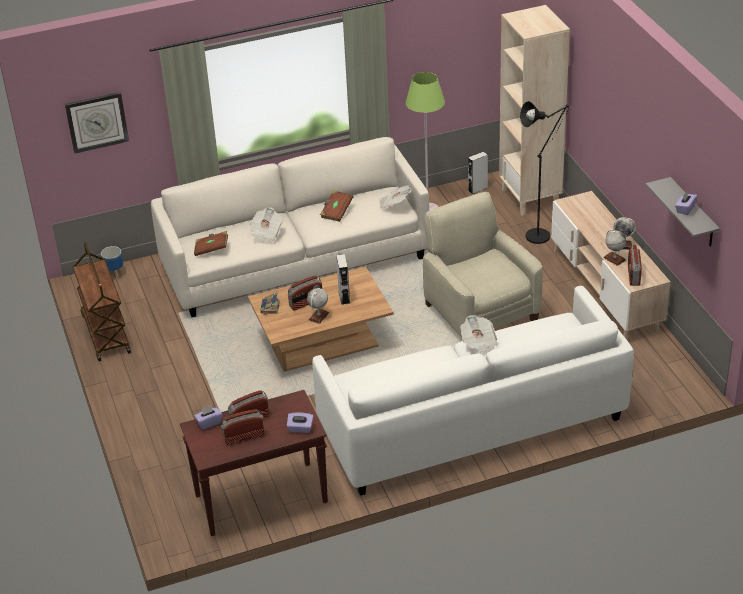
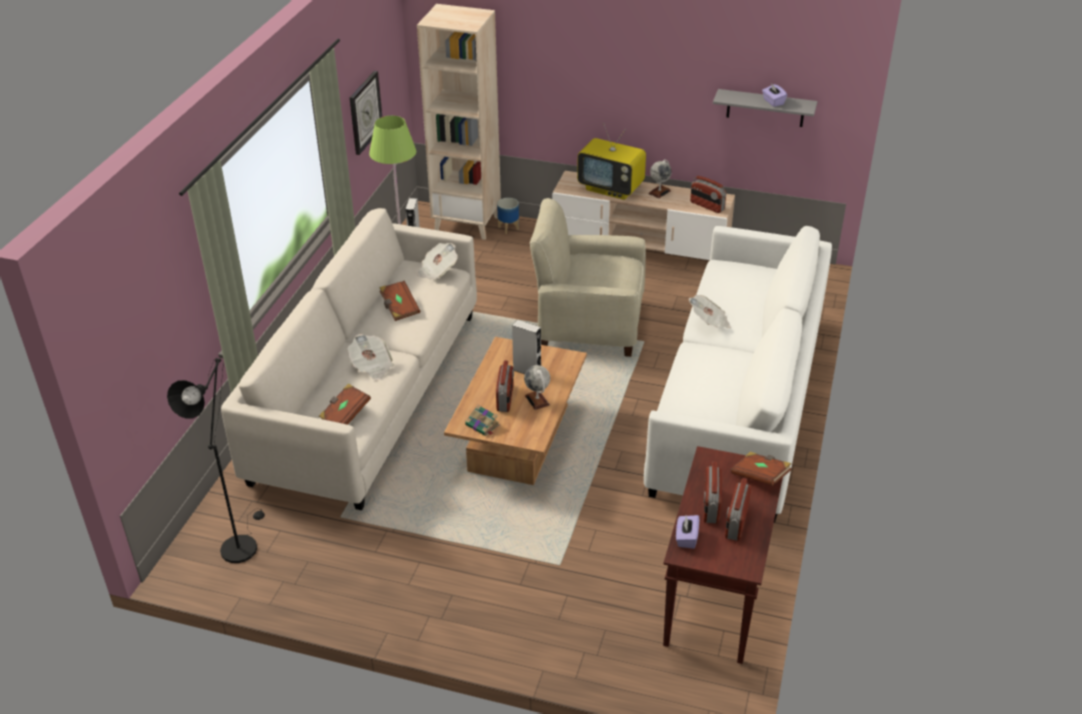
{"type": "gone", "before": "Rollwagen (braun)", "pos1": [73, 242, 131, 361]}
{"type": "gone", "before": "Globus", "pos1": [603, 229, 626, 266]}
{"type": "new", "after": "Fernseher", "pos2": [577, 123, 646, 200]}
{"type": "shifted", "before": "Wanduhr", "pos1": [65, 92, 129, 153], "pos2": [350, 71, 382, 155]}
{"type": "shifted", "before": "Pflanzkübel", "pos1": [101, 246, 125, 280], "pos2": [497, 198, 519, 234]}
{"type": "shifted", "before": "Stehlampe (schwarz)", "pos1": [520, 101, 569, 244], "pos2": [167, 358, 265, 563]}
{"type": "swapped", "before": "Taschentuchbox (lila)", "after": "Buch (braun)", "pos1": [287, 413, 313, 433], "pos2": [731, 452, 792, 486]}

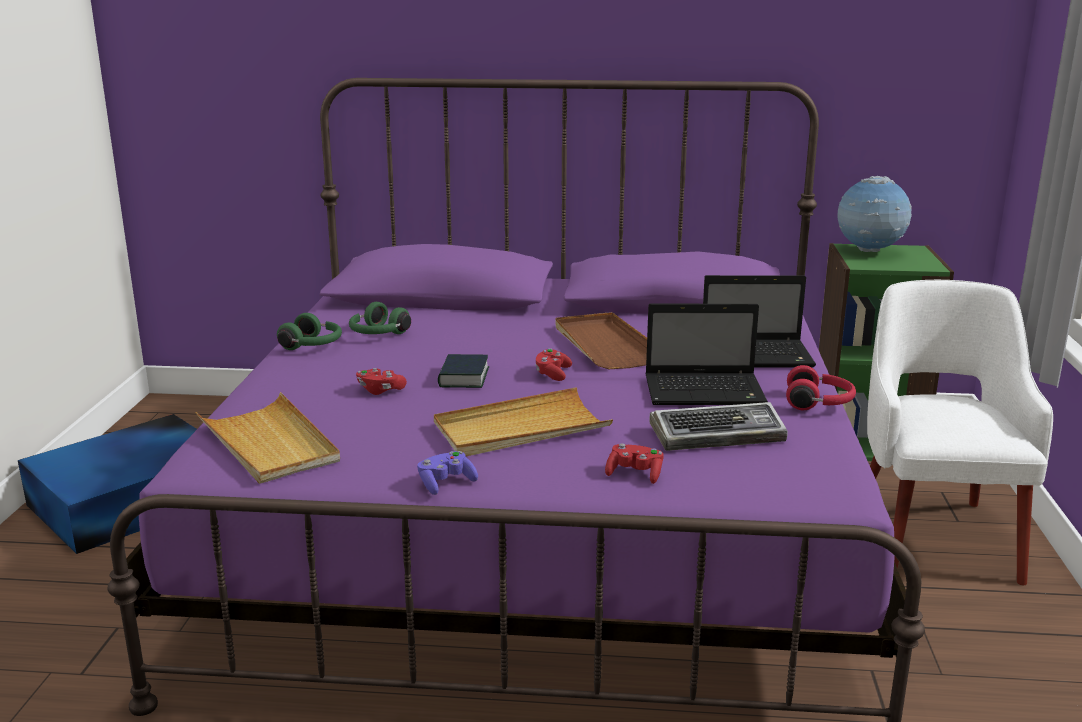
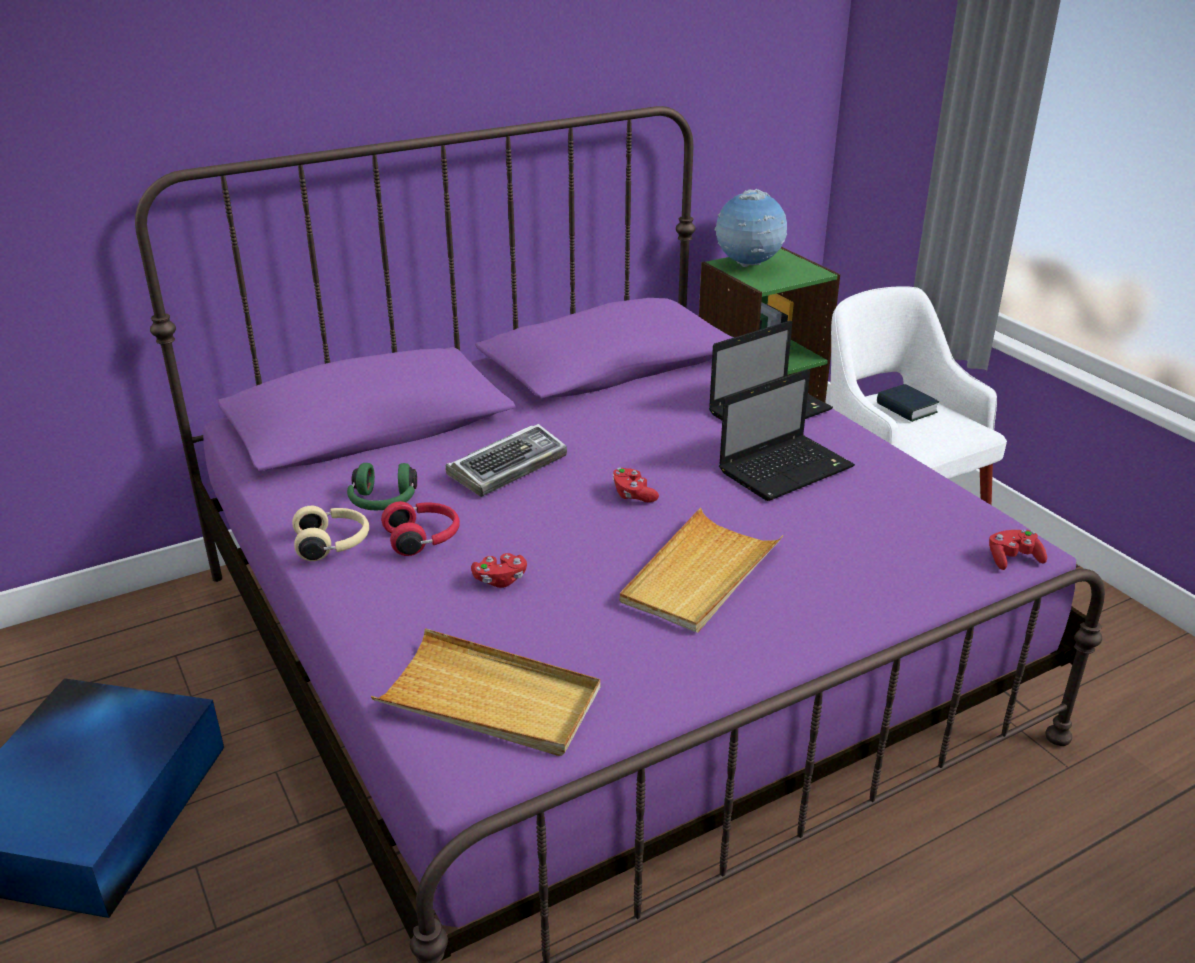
{"type": "gone", "before": "Gamepad (lila)", "pos1": [417, 451, 478, 495]}
{"type": "gone", "before": "Tablett (braun)", "pos1": [555, 312, 647, 369]}
{"type": "shifted", "before": "Buch", "pos1": [438, 354, 489, 388], "pos2": [877, 384, 939, 422]}
{"type": "shifted", "before": "Gamepad (rot)", "pos1": [605, 443, 663, 484], "pos2": [989, 530, 1047, 570]}
{"type": "shifted", "before": "Tastatur", "pos1": [649, 402, 788, 451], "pos2": [446, 424, 567, 497]}
{"type": "shifted", "before": "Kopfhörer (rot)", "pos1": [786, 365, 856, 410], "pos2": [381, 501, 460, 556]}
{"type": "repainted", "before": "Kopfhörer (grün)", "after": "Kopfhörer (beige)", "pos1": [277, 313, 342, 350], "pos2": [292, 506, 369, 561]}

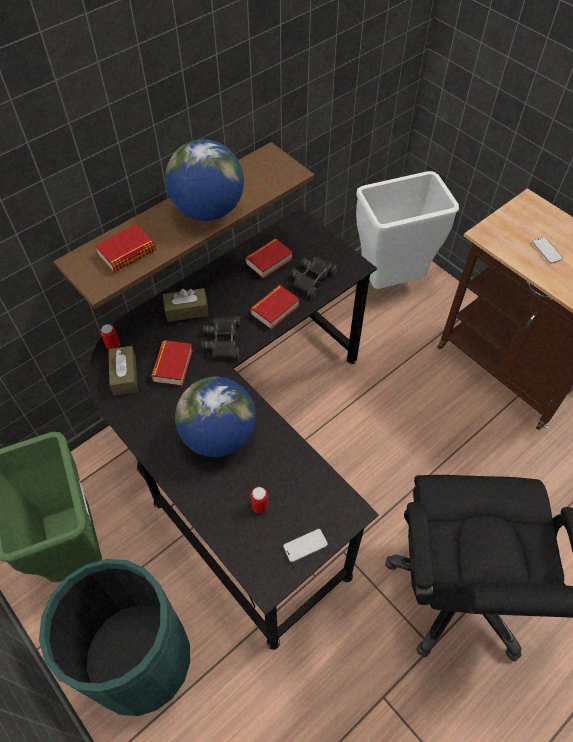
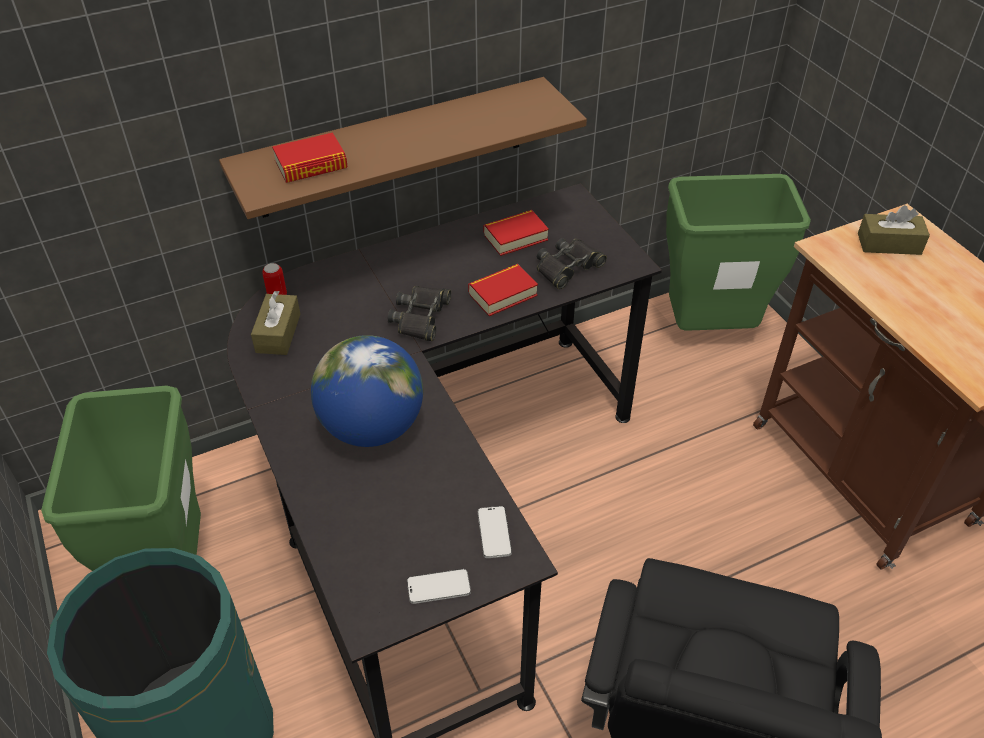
{"type": "gone", "before": "Buch", "pos1": [151, 340, 193, 386]}
{"type": "gone", "before": "Globus", "pos1": [165, 139, 244, 221]}
{"type": "gone", "before": "Dose", "pos1": [250, 487, 268, 513]}
{"type": "shifted", "before": "Taschentuchbox (braun)", "pos1": [163, 288, 209, 322], "pos2": [858, 205, 930, 255]}
{"type": "shifted", "before": "Handy", "pos1": [532, 237, 563, 264], "pos2": [478, 506, 512, 558]}
{"type": "repainted", "before": "Mülleimer (weiß)", "after": "Mülleimer (grün)", "pos1": [356, 171, 459, 289], "pos2": [666, 174, 811, 331]}

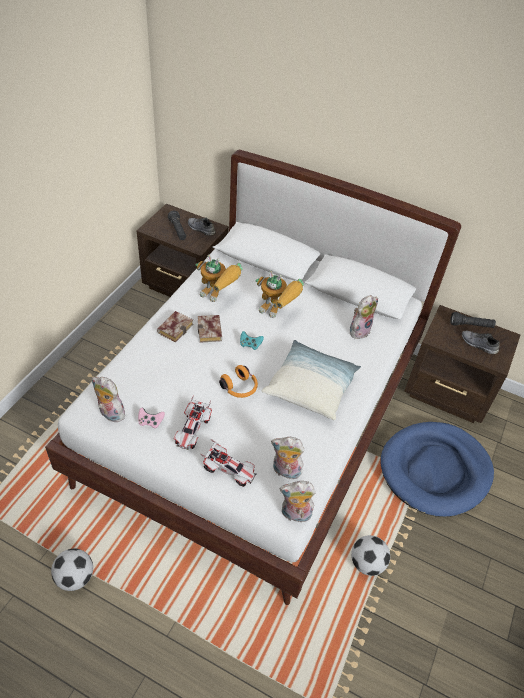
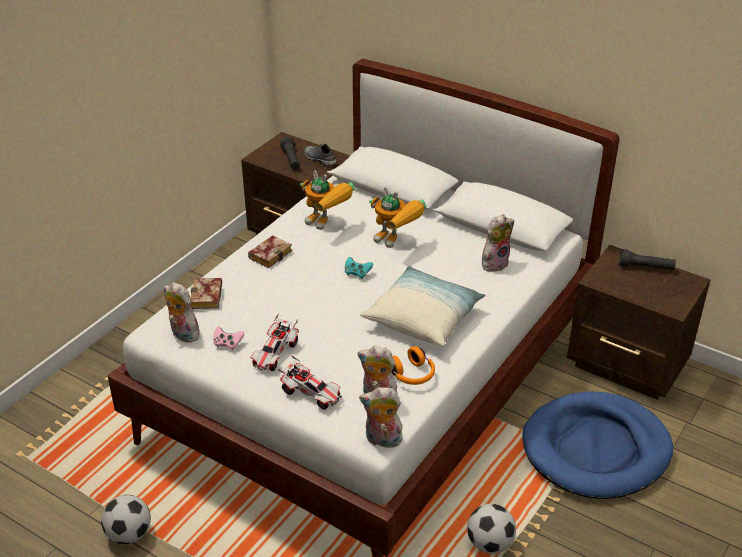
{"type": "gone", "before": "Schuh (grau)", "pos1": [462, 331, 500, 354]}
{"type": "shifted", "before": "Buch", "pos1": [198, 315, 222, 343], "pos2": [191, 278, 222, 309]}
{"type": "shifted", "before": "Kopfhörer (orange)", "pos1": [219, 365, 258, 398], "pos2": [392, 346, 435, 385]}

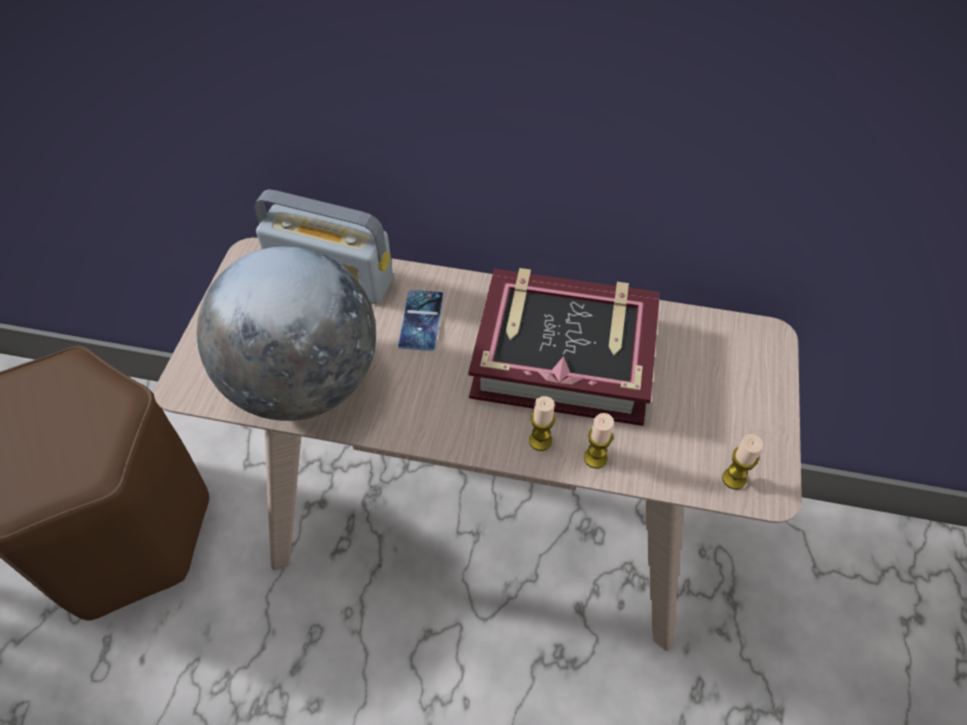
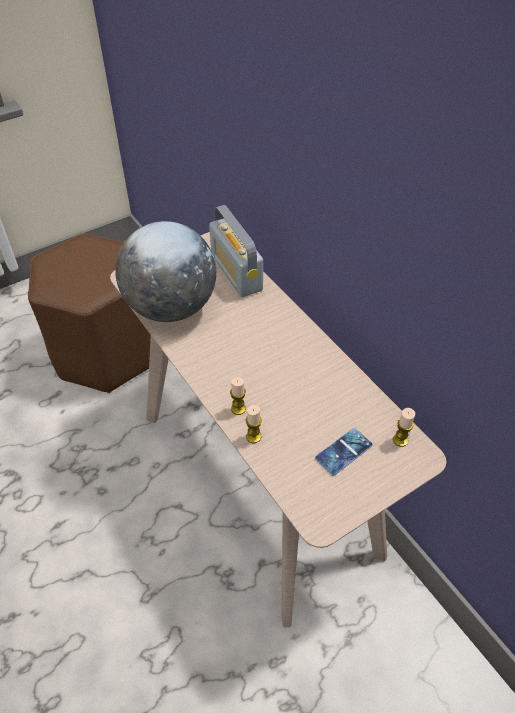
{"type": "gone", "before": "Buch", "pos1": [468, 268, 660, 426]}
{"type": "shifted", "before": "Handy", "pos1": [398, 290, 443, 351], "pos2": [315, 428, 373, 476]}
{"type": "shifted", "before": "Kerze", "pos1": [722, 434, 763, 490], "pos2": [393, 408, 415, 447]}

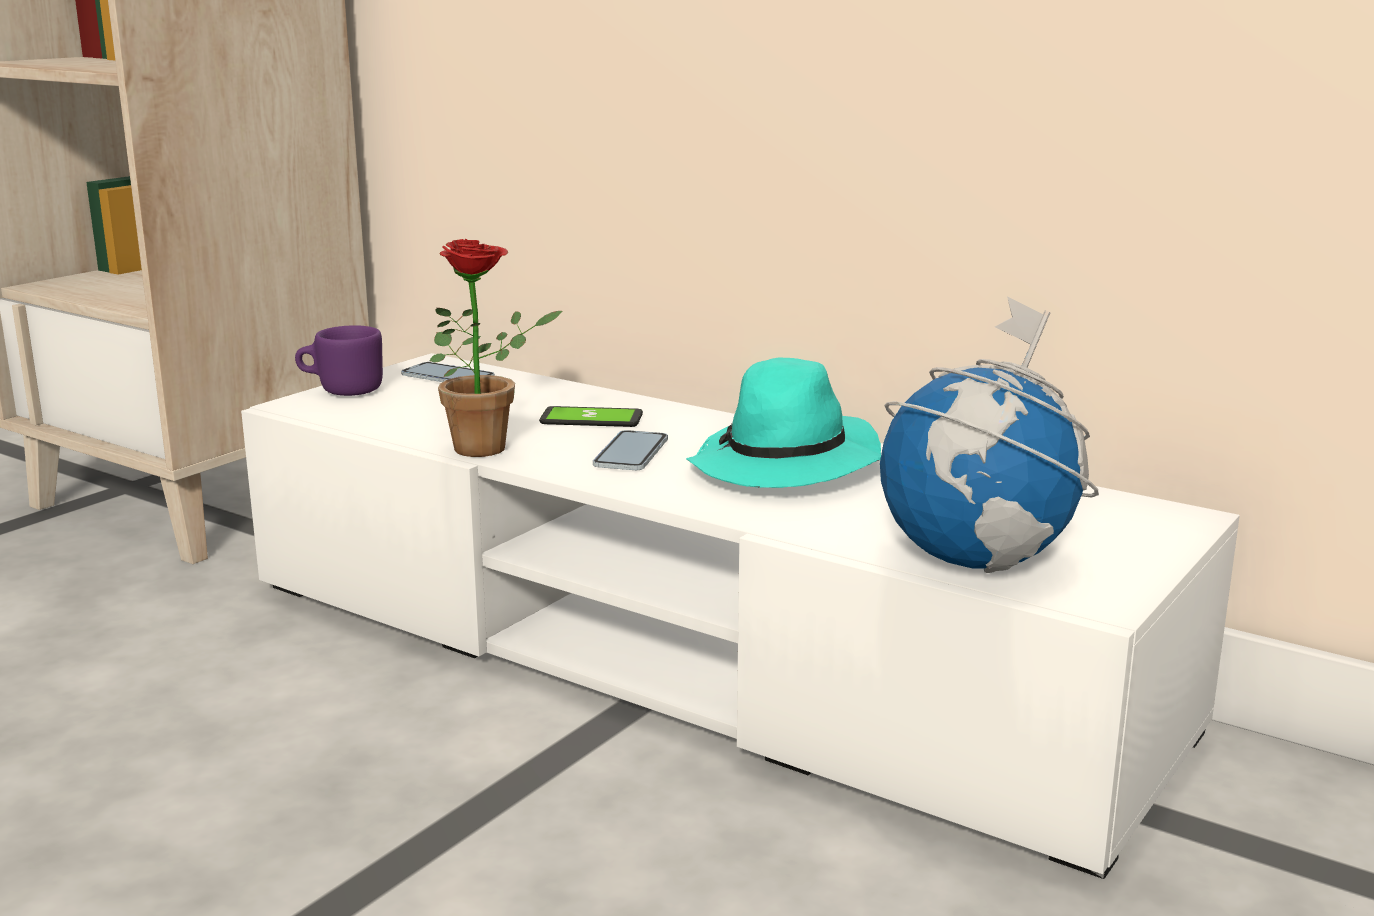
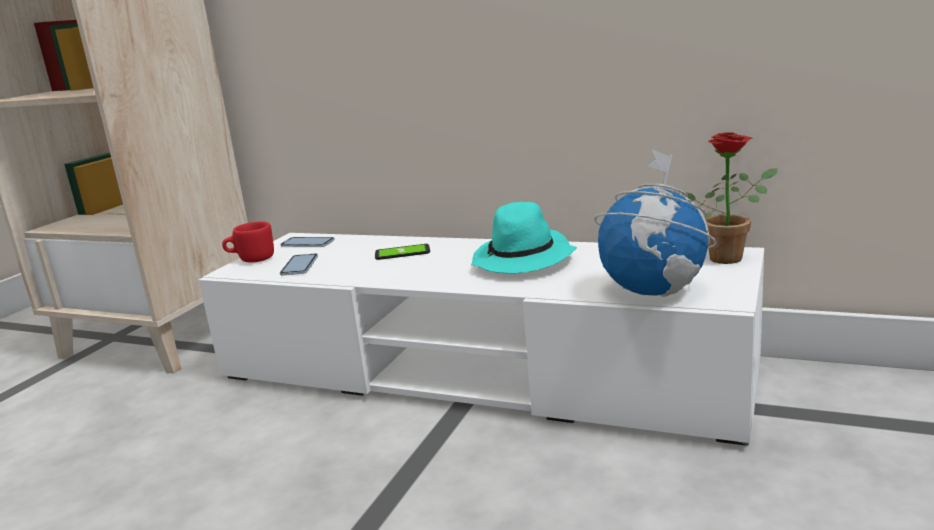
{"type": "shifted", "before": "Topfpflanze", "pos1": [430, 239, 563, 457], "pos2": [683, 132, 778, 264]}
{"type": "shifted", "before": "Handy", "pos1": [593, 430, 668, 470], "pos2": [280, 253, 318, 275]}
{"type": "repainted", "before": "Henkelbecher (lila)", "after": "Henkelbecher (rot)", "pos1": [295, 325, 383, 396], "pos2": [222, 222, 274, 263]}

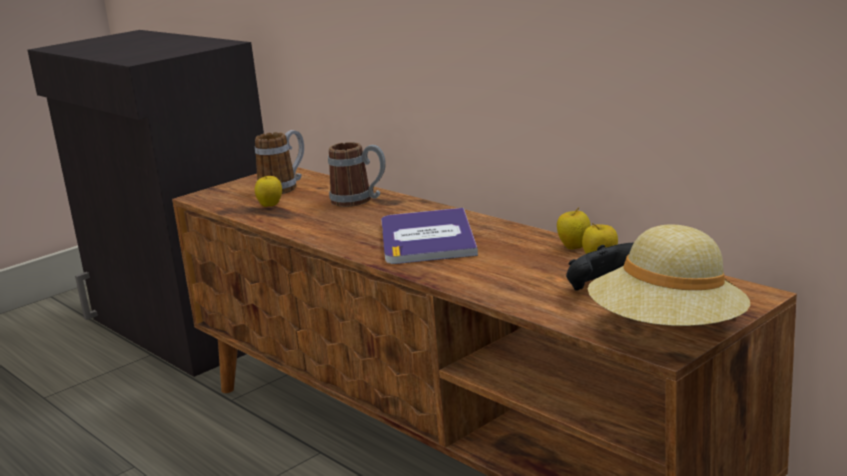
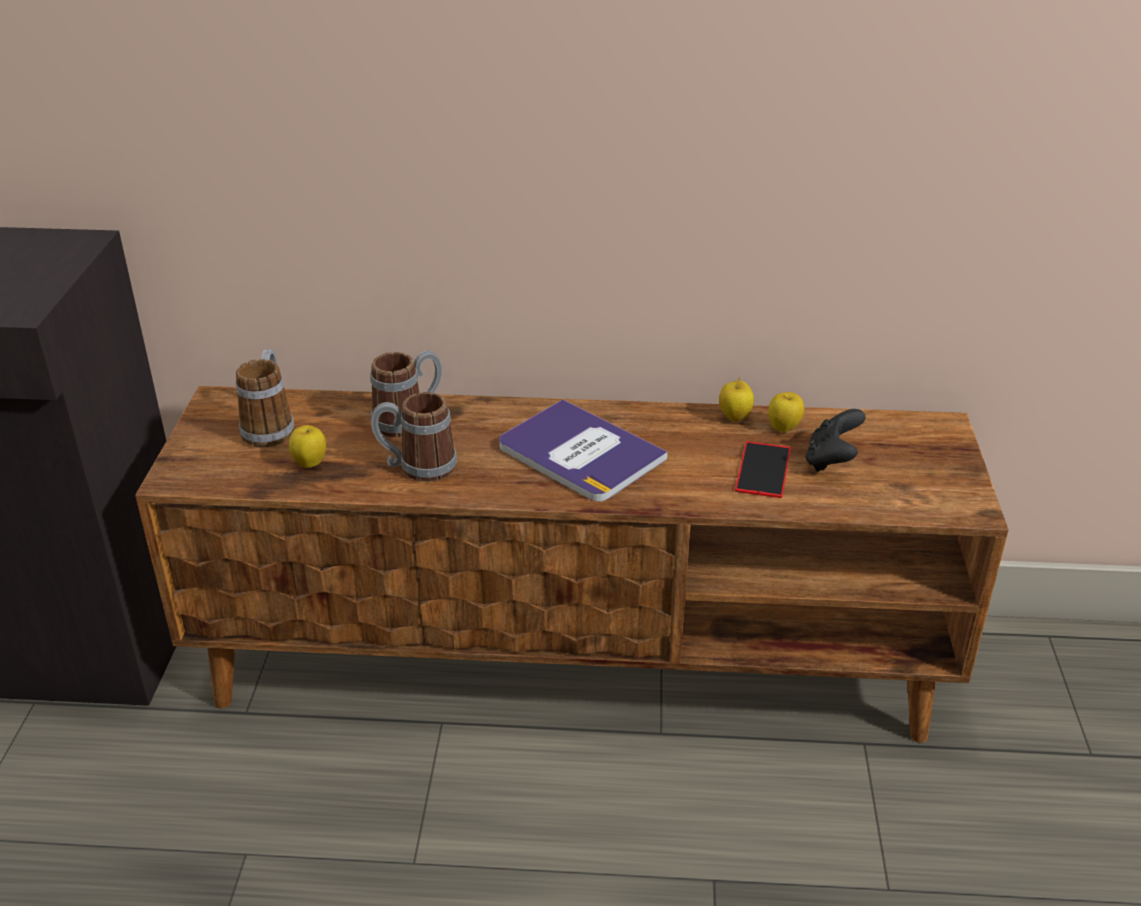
{"type": "gone", "before": "Hut (beige)", "pos1": [588, 224, 750, 326]}
{"type": "new", "after": "Henkelbecher", "pos2": [371, 392, 457, 482]}
{"type": "new", "after": "Handy", "pos2": [735, 441, 791, 498]}

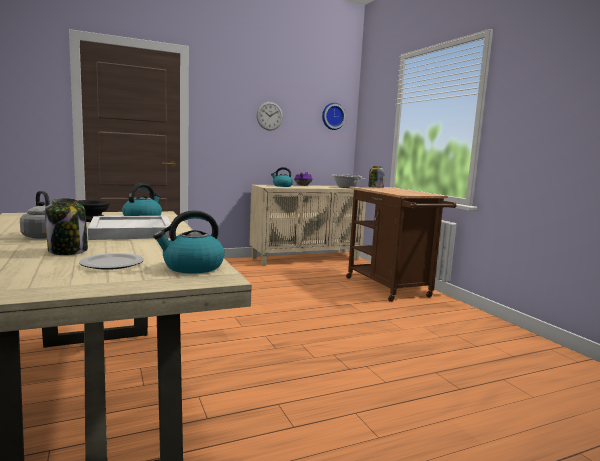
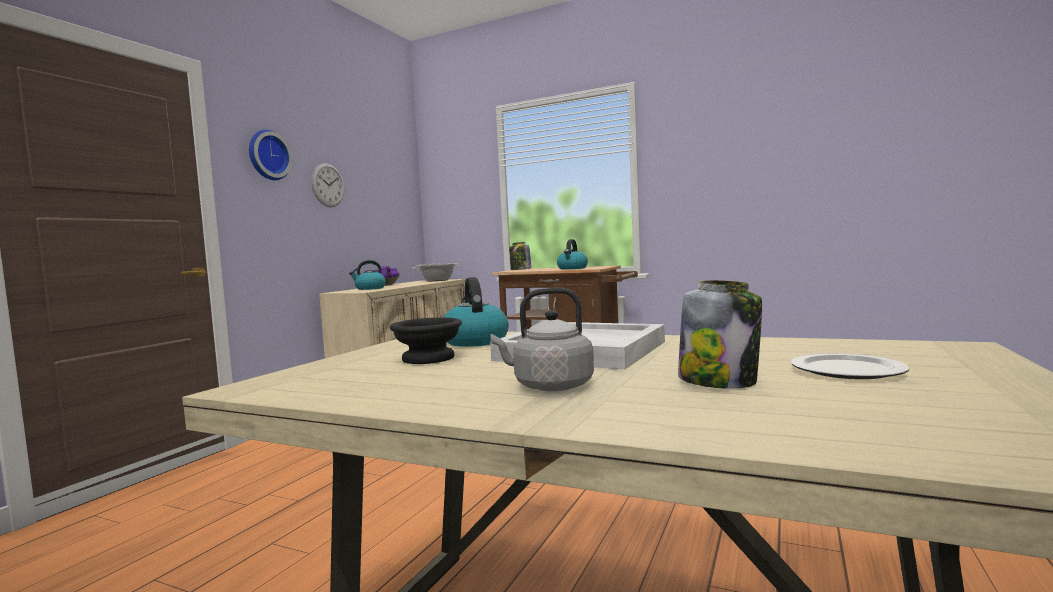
{"type": "shifted", "before": "Wasserkessel", "pos1": [153, 210, 225, 274], "pos2": [557, 239, 588, 270]}
{"type": "shifted", "before": "Wanduhr", "pos1": [322, 103, 346, 130], "pos2": [249, 130, 293, 180]}

